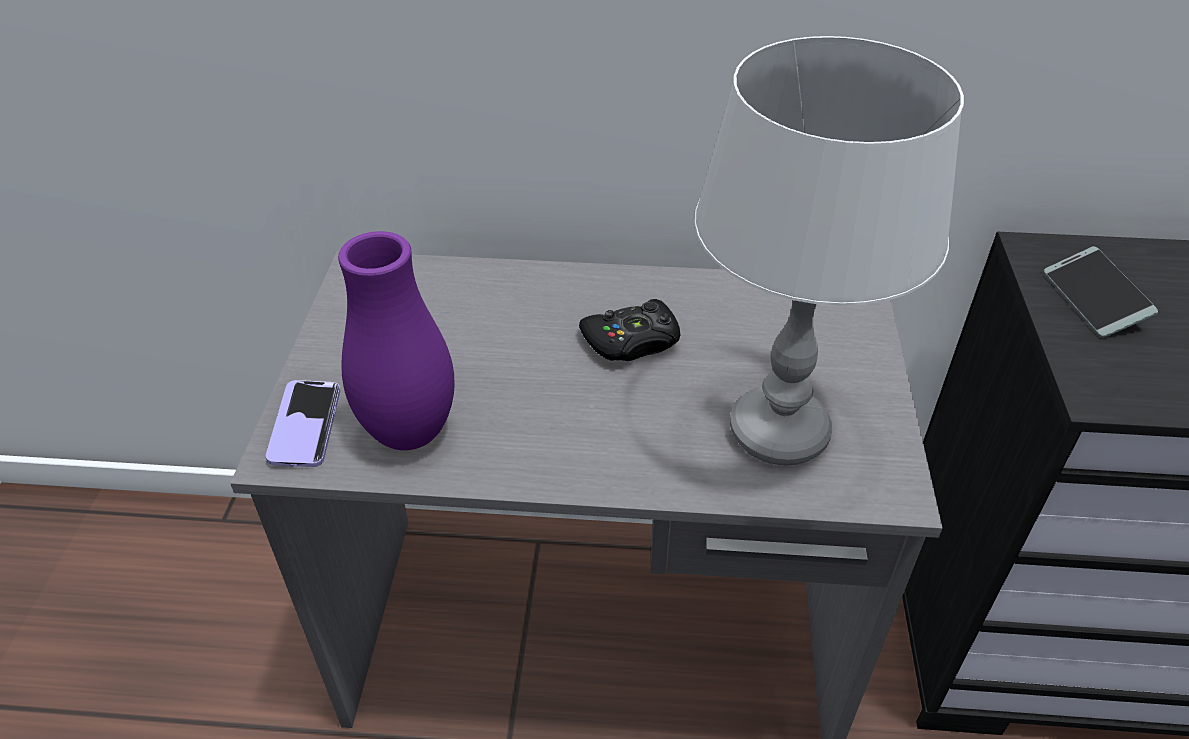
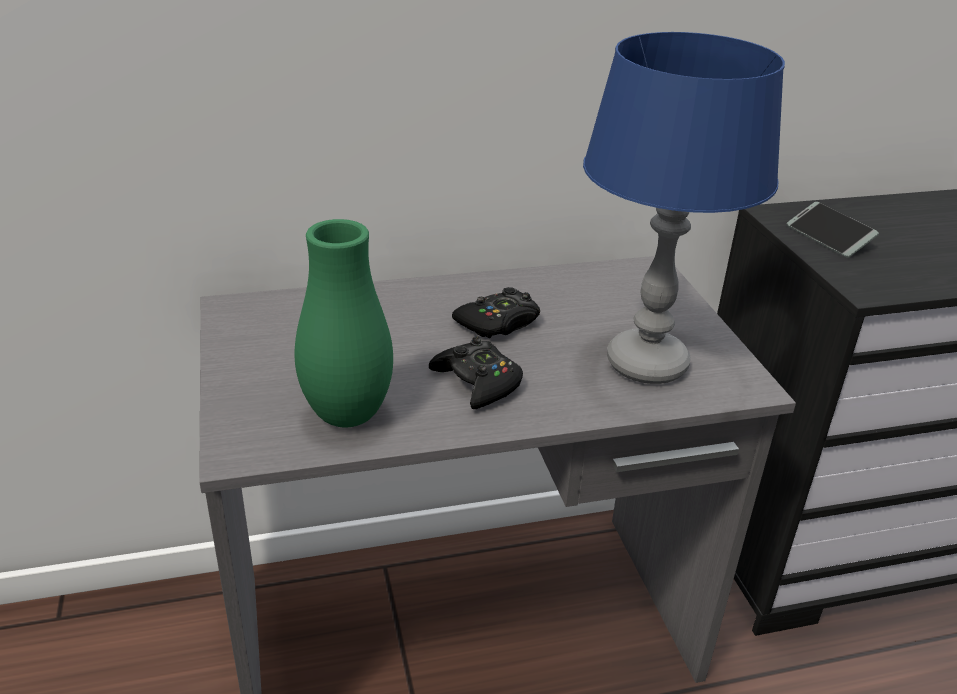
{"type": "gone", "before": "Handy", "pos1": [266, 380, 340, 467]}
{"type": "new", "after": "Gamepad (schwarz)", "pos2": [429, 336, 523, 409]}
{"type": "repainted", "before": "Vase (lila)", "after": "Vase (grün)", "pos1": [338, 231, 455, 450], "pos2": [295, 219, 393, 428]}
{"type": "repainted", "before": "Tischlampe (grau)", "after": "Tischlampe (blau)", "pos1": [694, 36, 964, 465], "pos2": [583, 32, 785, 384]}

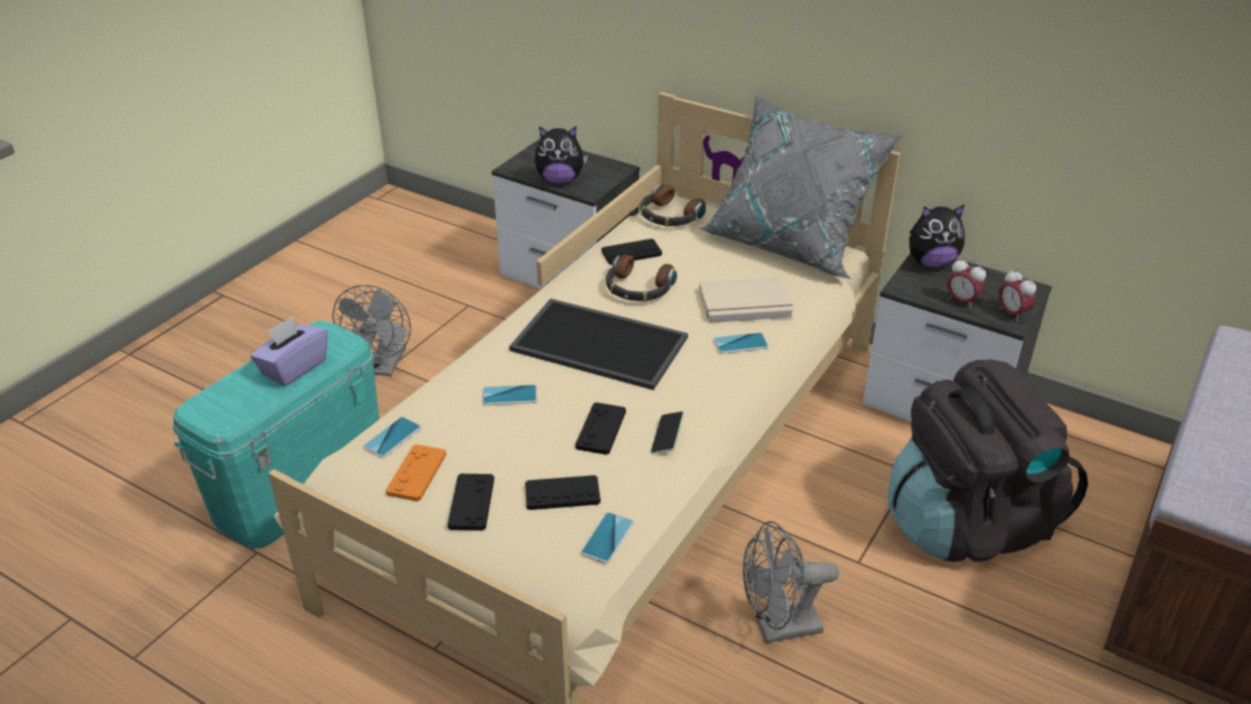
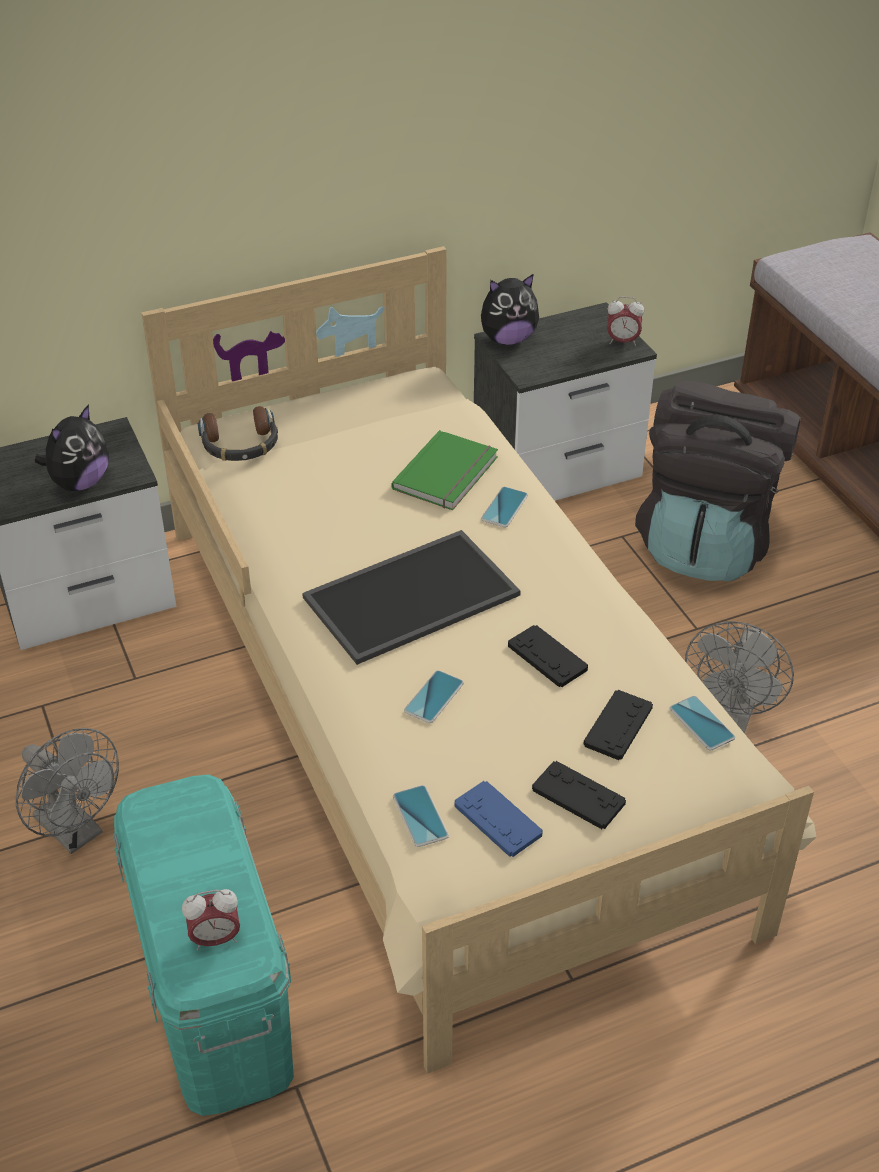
{"type": "gone", "before": "Taschentuchbox (lila)", "pos1": [250, 317, 328, 386]}
{"type": "gone", "before": "Gamepad (schwarz)", "pos1": [602, 239, 662, 265]}
{"type": "gone", "before": "Kopfhörer", "pos1": [606, 255, 677, 302]}
{"type": "gone", "before": "Handy", "pos1": [651, 411, 684, 454]}
{"type": "gone", "before": "Kissen (grau)", "pos1": [699, 95, 902, 279]}
{"type": "shifted", "before": "Wecker", "pos1": [947, 257, 986, 309], "pos2": [182, 889, 240, 950]}
{"type": "repainted", "before": "Gamepad (orange)", "after": "Gamepad (blau)", "pos1": [386, 444, 446, 501], "pos2": [454, 781, 543, 857]}
{"type": "repainted", "before": "Buch (beige)", "after": "Buch (grün)", "pos1": [699, 277, 793, 323], "pos2": [391, 430, 498, 510]}
{"type": "rotated", "before": "Plüschtier", "pos1": [909, 204, 965, 268], "pos2": [481, 274, 539, 345], "turn": 45}

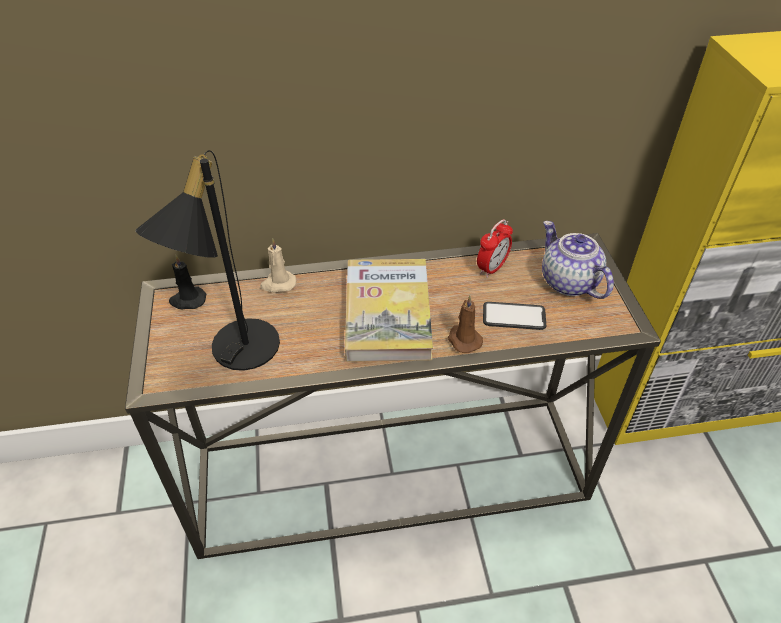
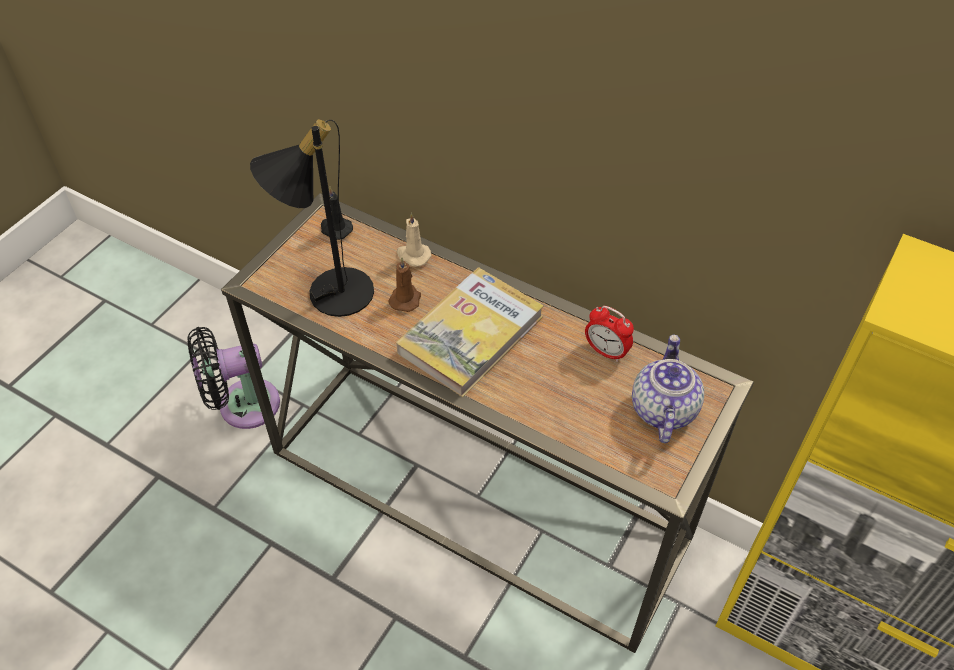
{"type": "gone", "before": "Handy", "pos1": [483, 302, 546, 330]}
{"type": "new", "after": "Ventilator (schwarz)", "pos2": [187, 327, 280, 429]}
{"type": "shifted", "before": "Kerze (braun)", "pos1": [448, 295, 483, 353], "pos2": [388, 258, 421, 312]}
{"type": "rotated", "before": "Wecker", "pos1": [477, 219, 513, 278], "pos2": [585, 306, 634, 362], "turn": 45}

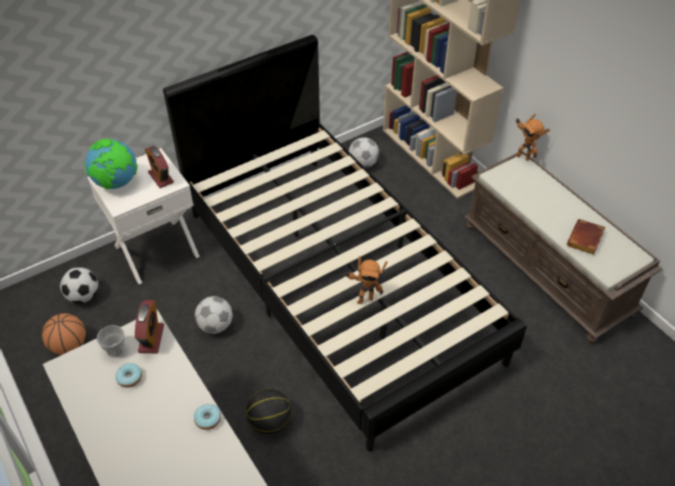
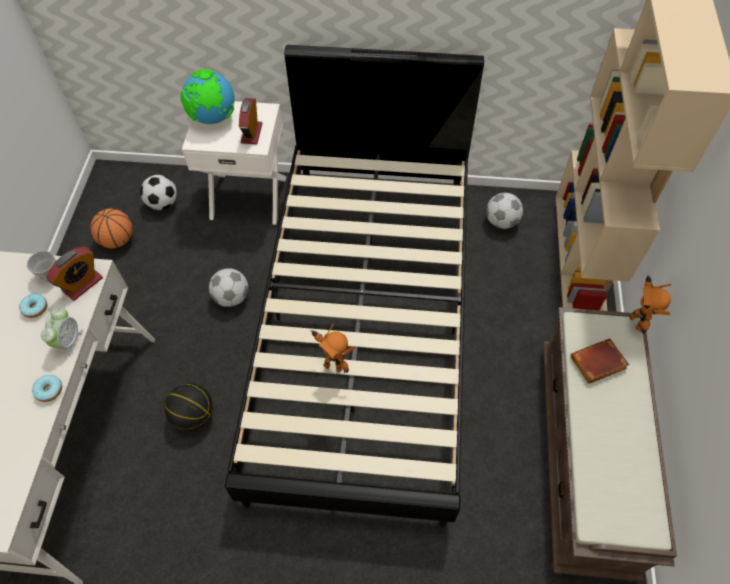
{"type": "new", "after": "Wecker", "pos2": [41, 308, 83, 357]}
{"type": "shifted", "before": "Buch (braun)", "pos1": [567, 219, 605, 255], "pos2": [571, 338, 629, 384]}

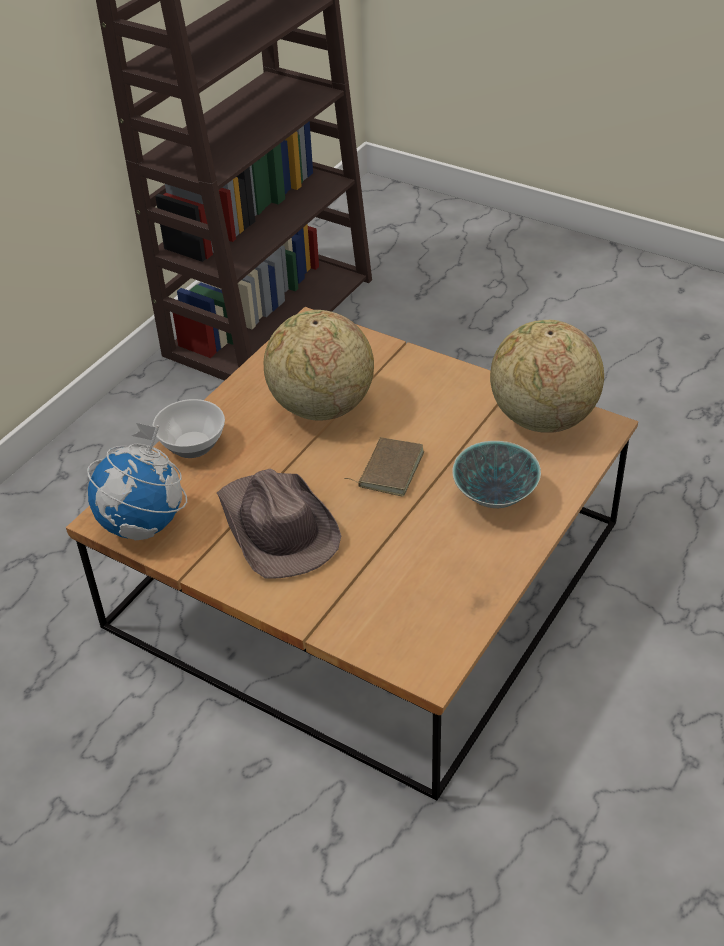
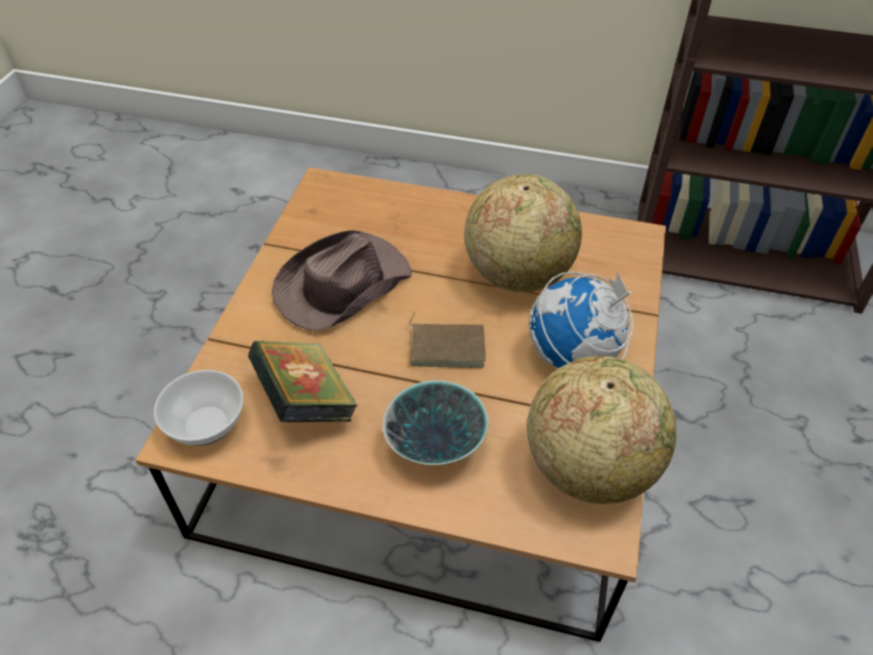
{"type": "new", "after": "Buch", "pos2": [248, 340, 358, 422]}
{"type": "shifted", "before": "Globus", "pos1": [87, 423, 187, 541], "pos2": [529, 272, 633, 368]}
{"type": "shifted", "before": "Schüssel", "pos1": [152, 399, 225, 458], "pos2": [154, 370, 244, 446]}

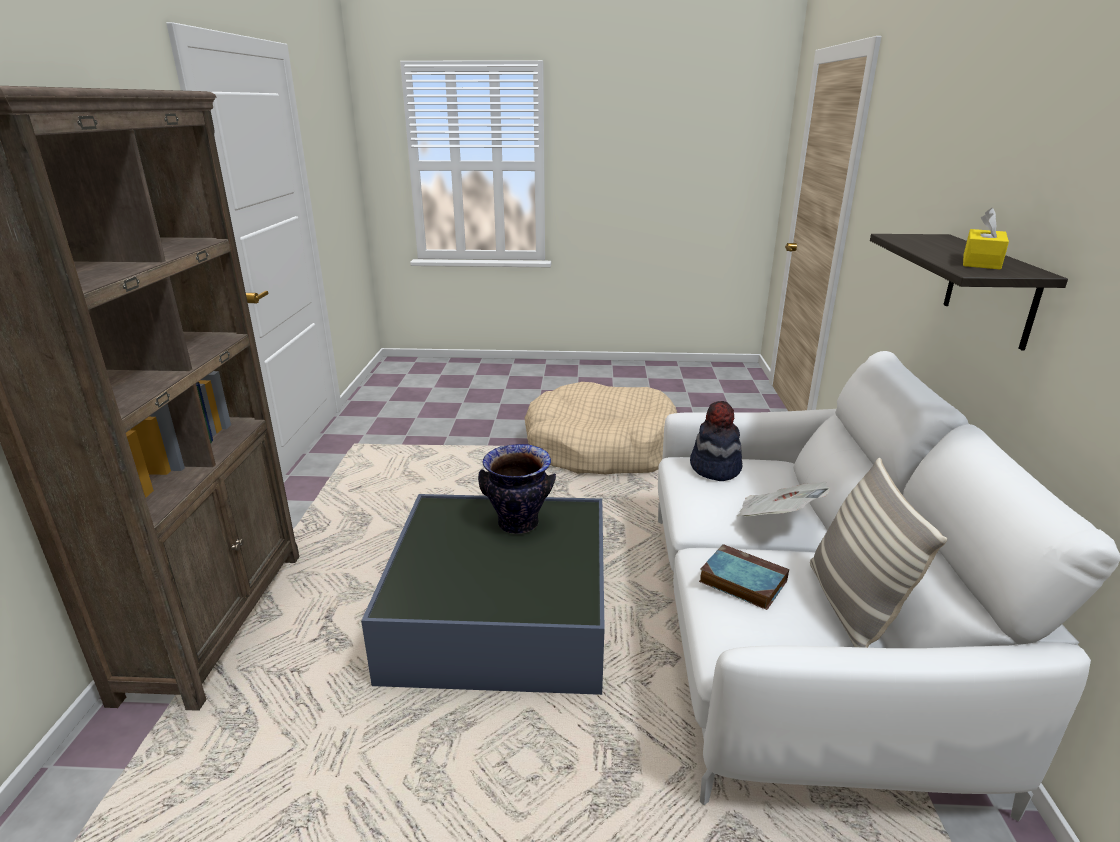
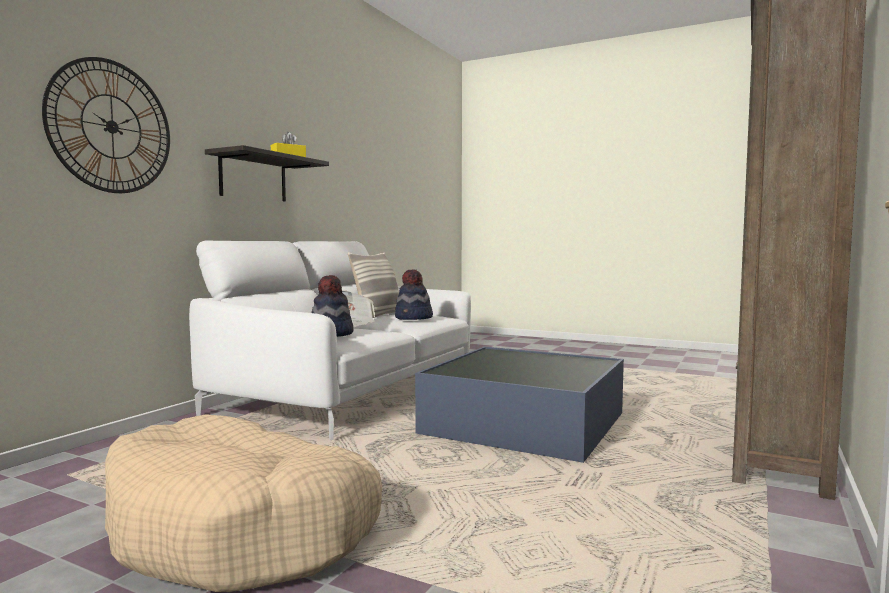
{"type": "gone", "before": "Vase", "pos1": [478, 444, 556, 534]}
{"type": "new", "after": "Wanduhr", "pos2": [42, 57, 170, 193]}
{"type": "swapped", "before": "Buch", "after": "Hut", "pos1": [699, 544, 789, 610], "pos2": [395, 269, 433, 320]}

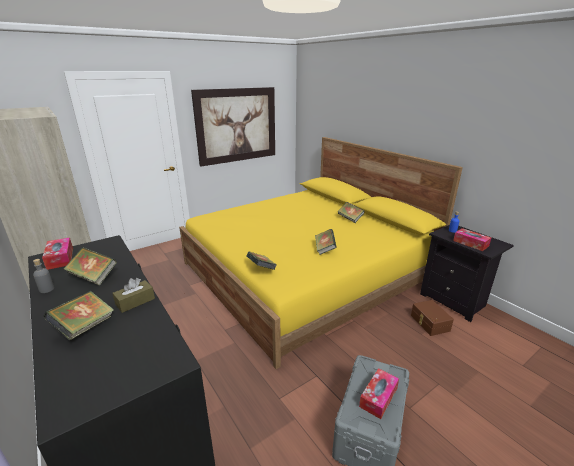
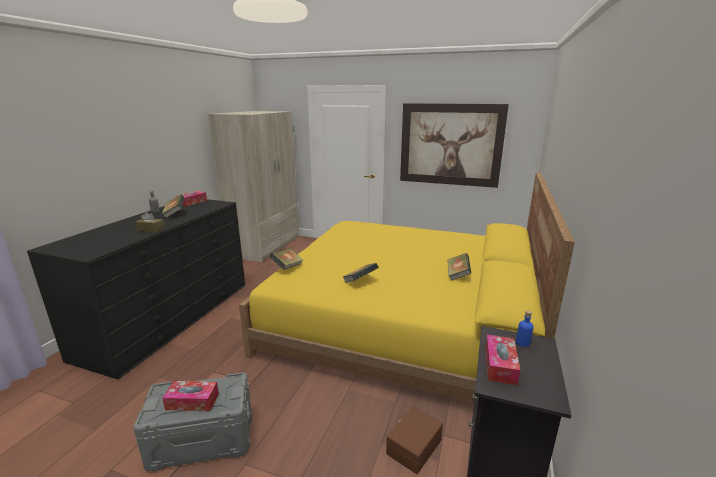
{"type": "gone", "before": "Buch", "pos1": [43, 291, 114, 341]}

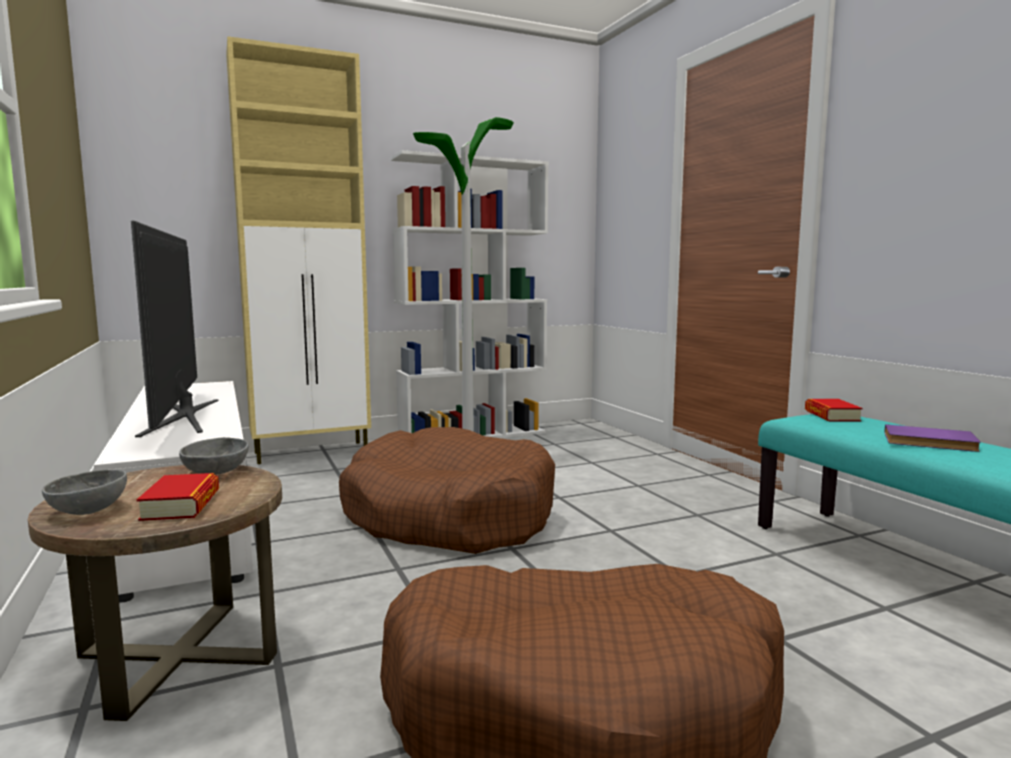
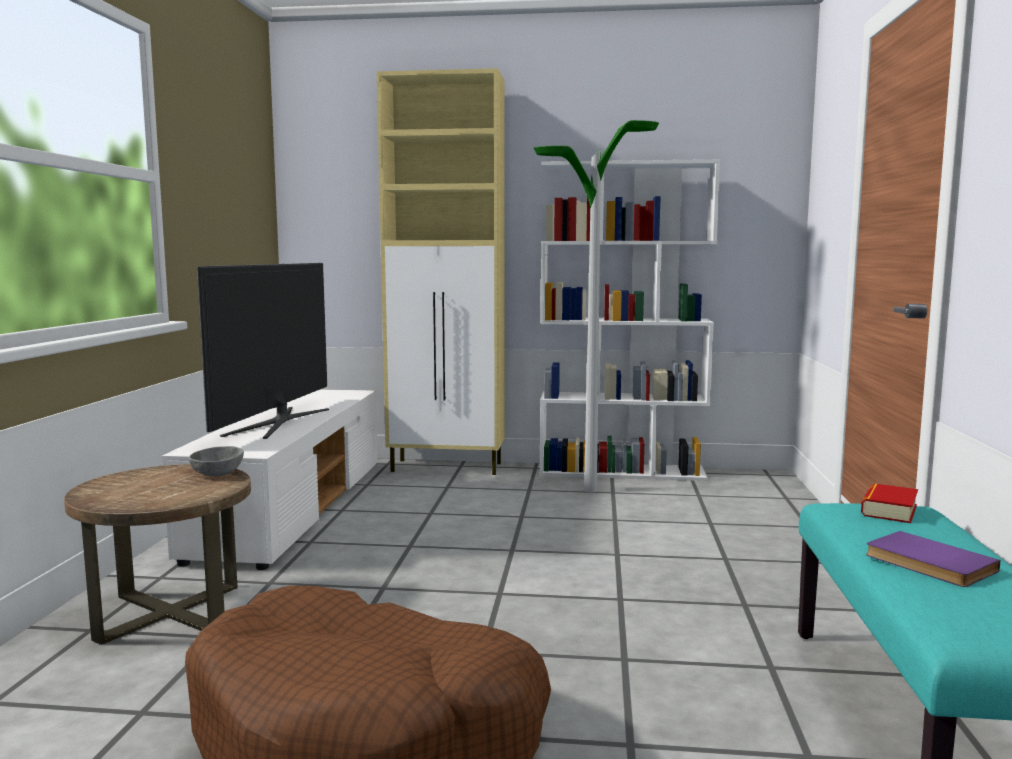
{"type": "gone", "before": "Schüssel (grau)", "pos1": [42, 469, 127, 515]}
{"type": "gone", "before": "Buch", "pos1": [137, 473, 219, 521]}
{"type": "gone", "before": "Hundebett (braun)", "pos1": [339, 427, 555, 554]}

